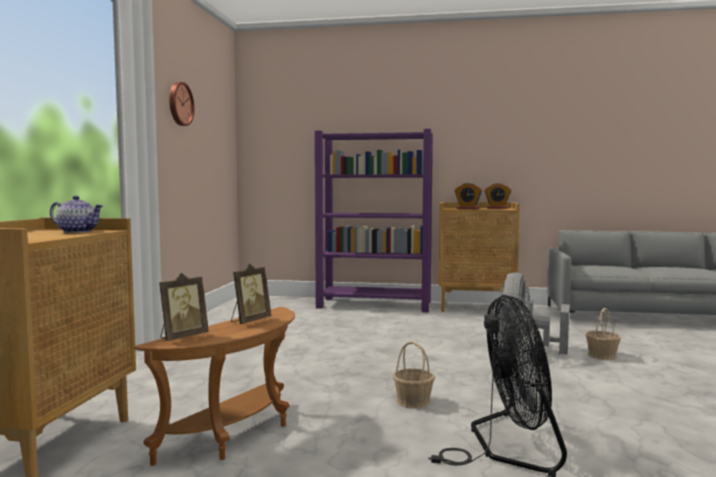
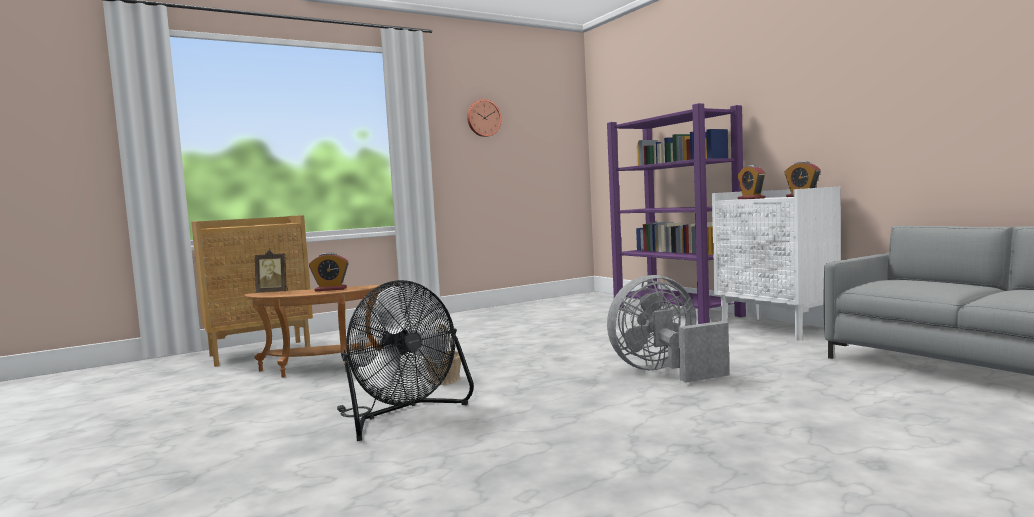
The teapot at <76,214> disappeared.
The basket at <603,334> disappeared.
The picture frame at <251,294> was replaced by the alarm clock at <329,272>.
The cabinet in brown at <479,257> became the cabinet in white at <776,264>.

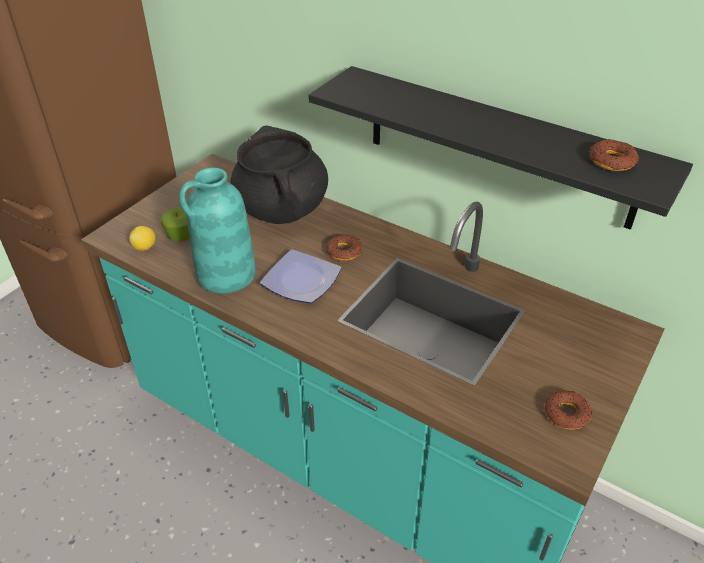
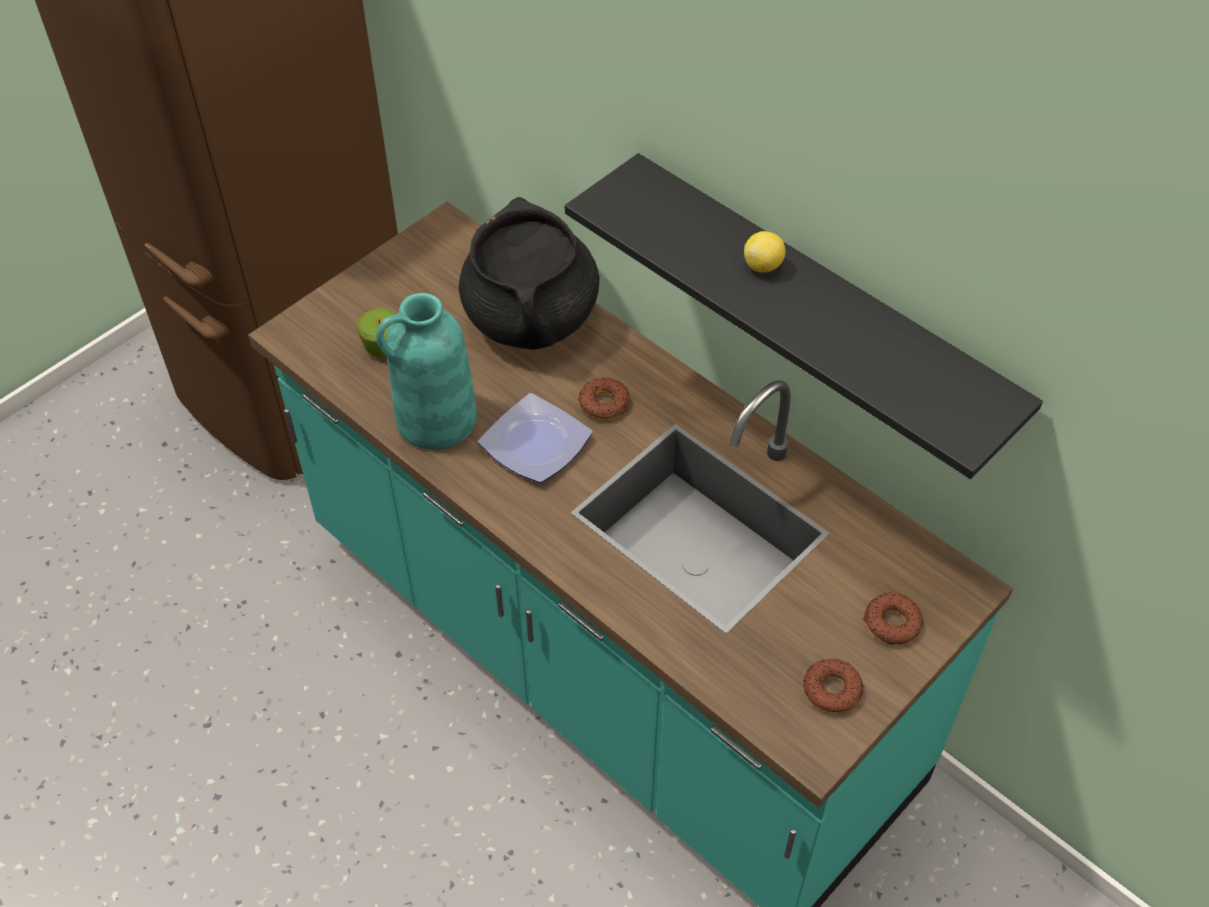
The lemon moved from <142,238> to <765,252>.
The donut moved from <614,155> to <893,618>.

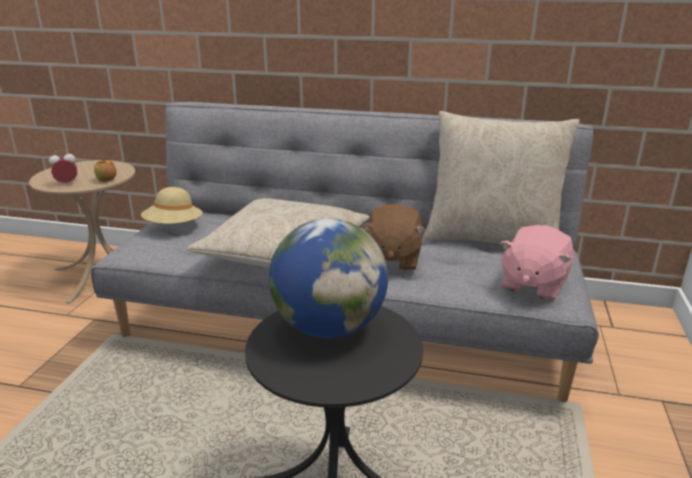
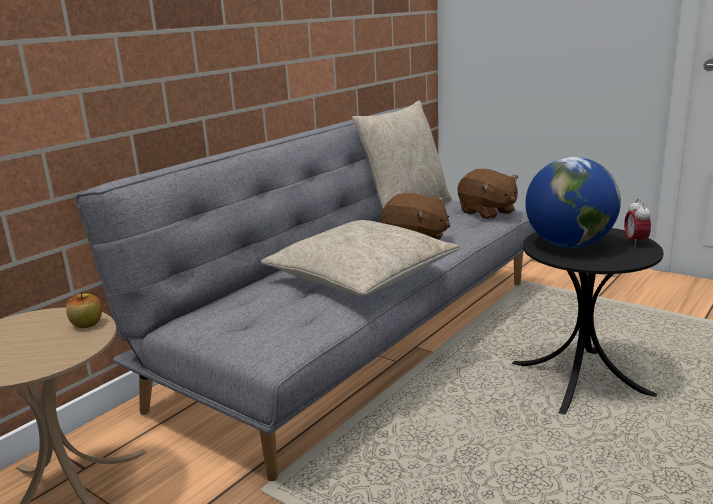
The hat in beige at <172,205> disappeared.
The alarm clock moved from <63,167> to <637,223>.
The plush toy in pink at <537,263> became the plush toy in brown at <487,194>.

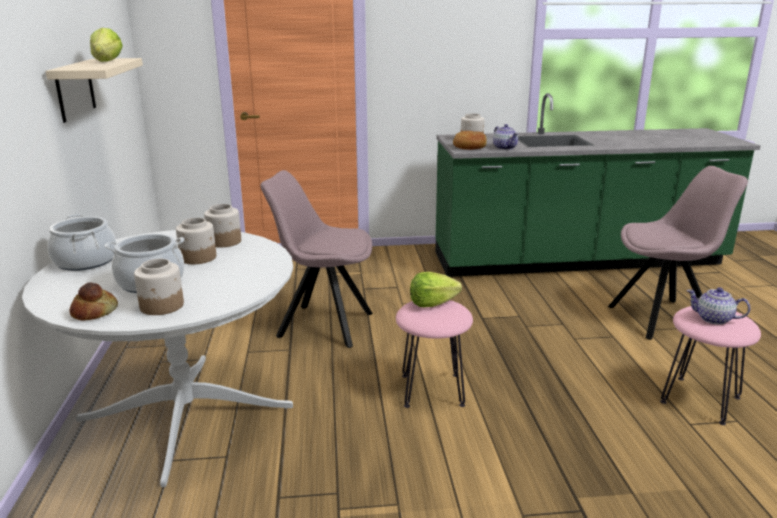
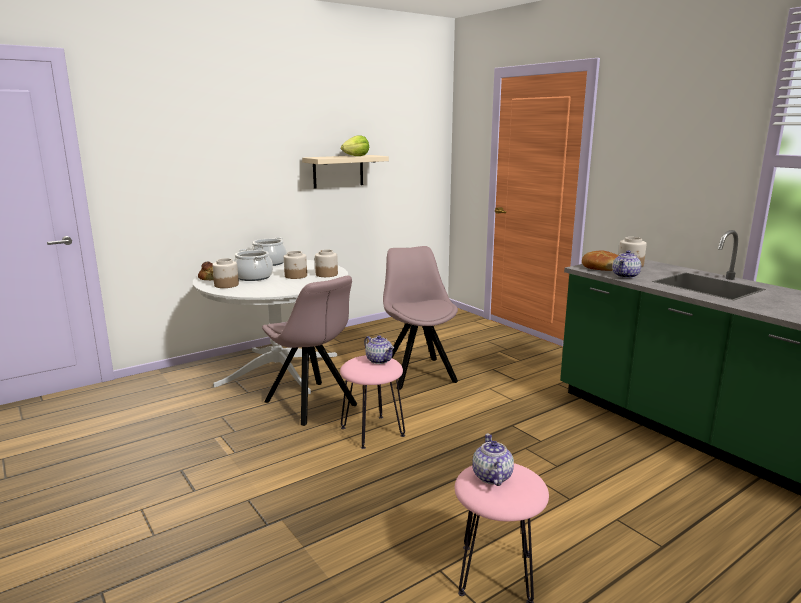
The chair in pink moved from <678,253> to <309,351>.
The lettuce at <436,289> was replaced by the teapot at <379,349>.

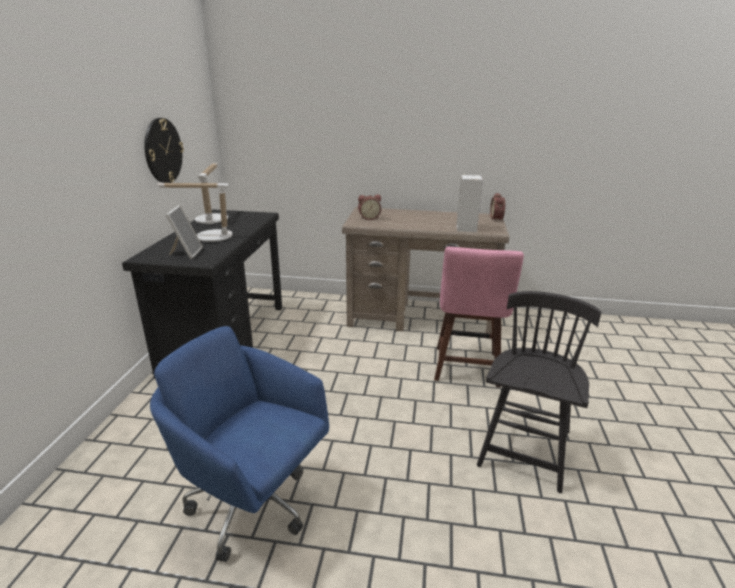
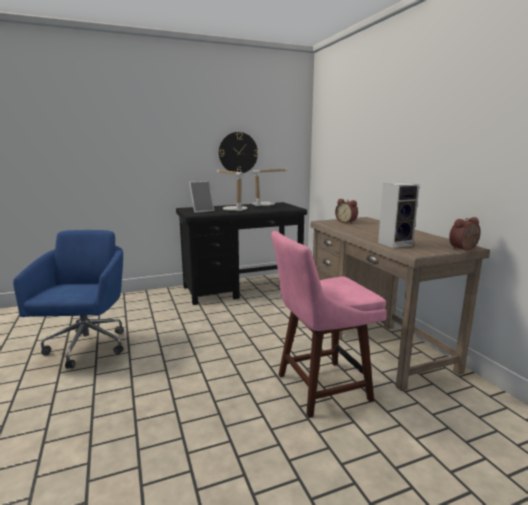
The chair in black at <539,392> disappeared.

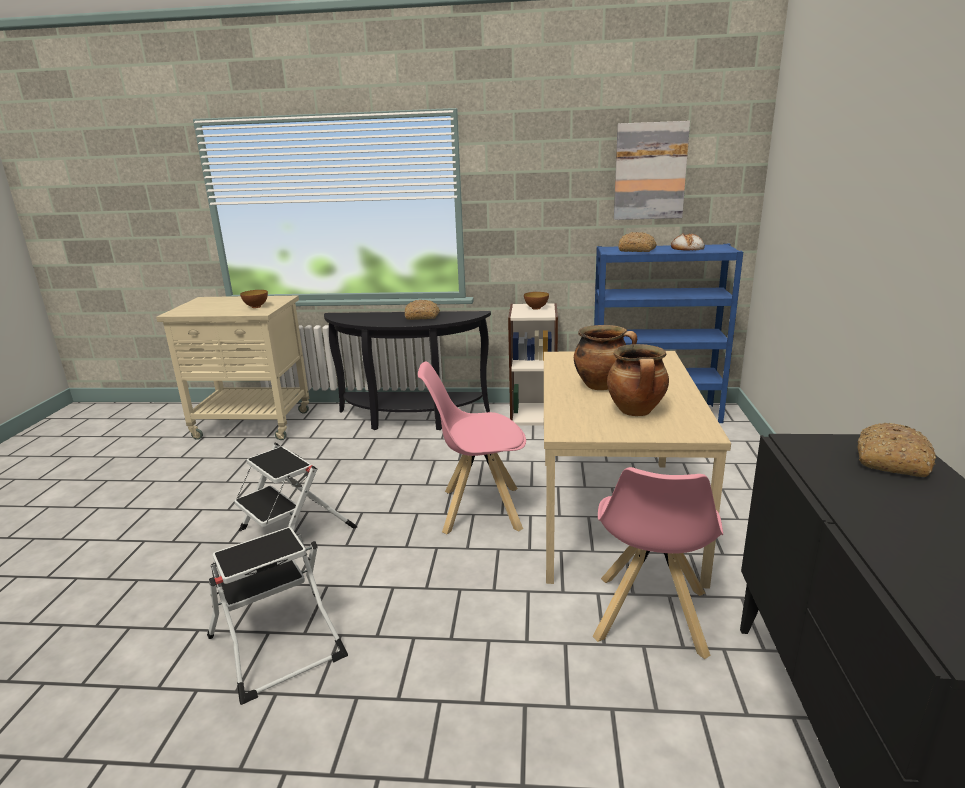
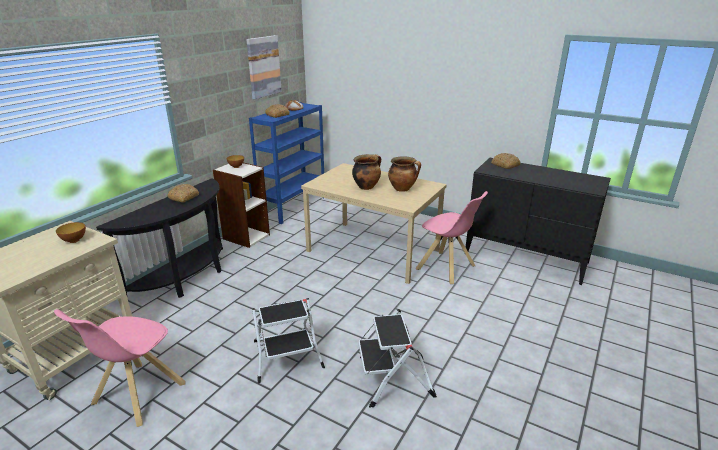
The chair in pink moved from <472,448> to <120,368>.

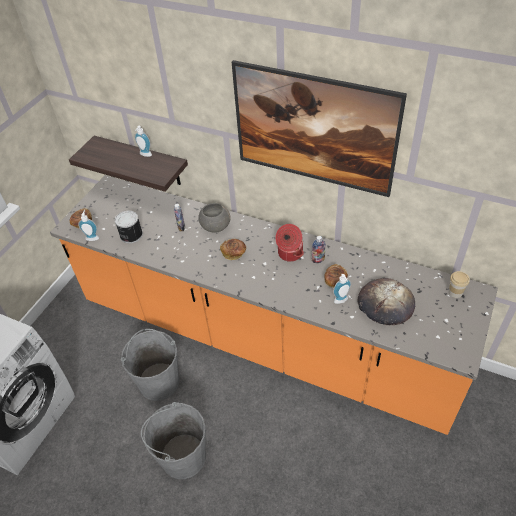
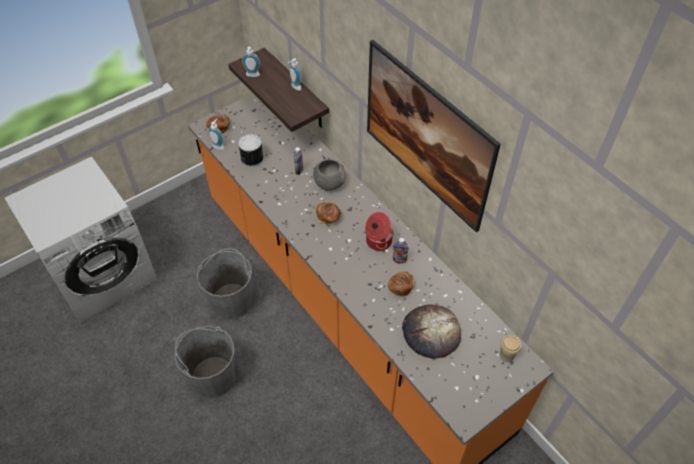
The soap dispenser moved from <342,289> to <251,62>.

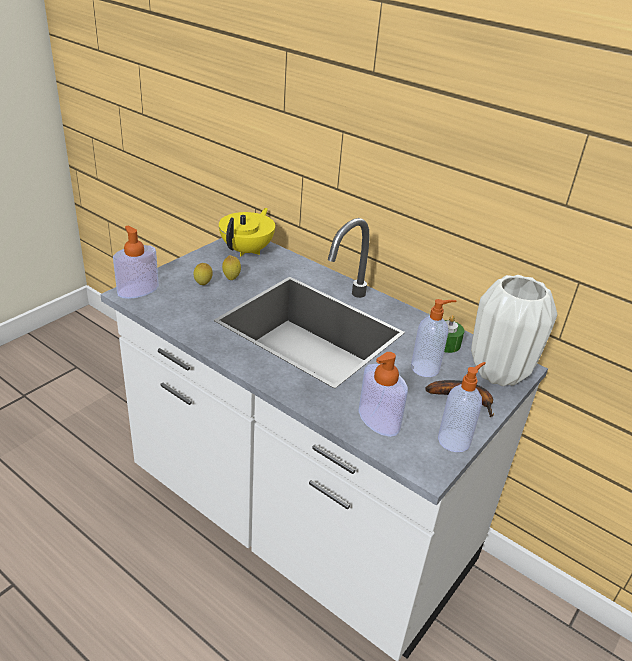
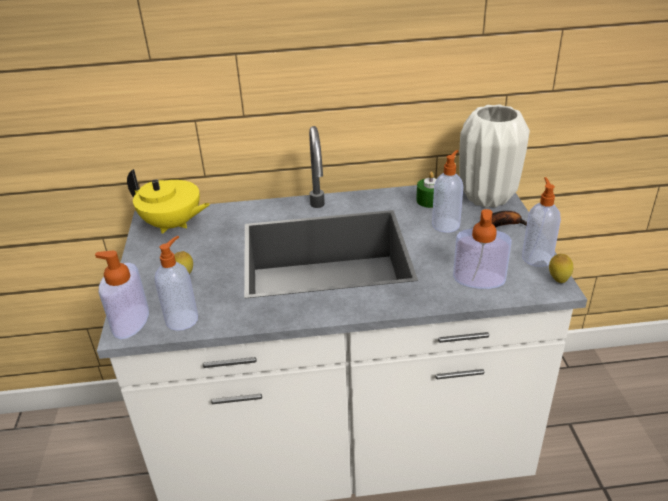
The soap dispenser at <176,283> appeared.
The lemon moved from <231,267> to <561,268>.
The teapot in yellow at <247,232> turned 135 degrees clockwise.

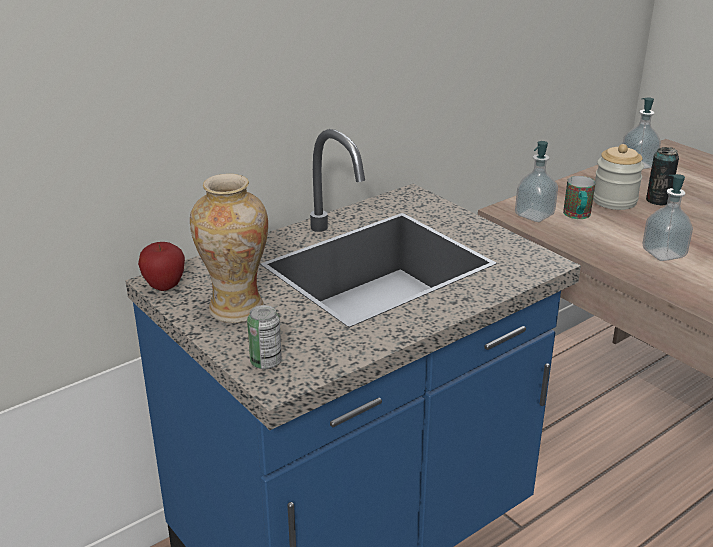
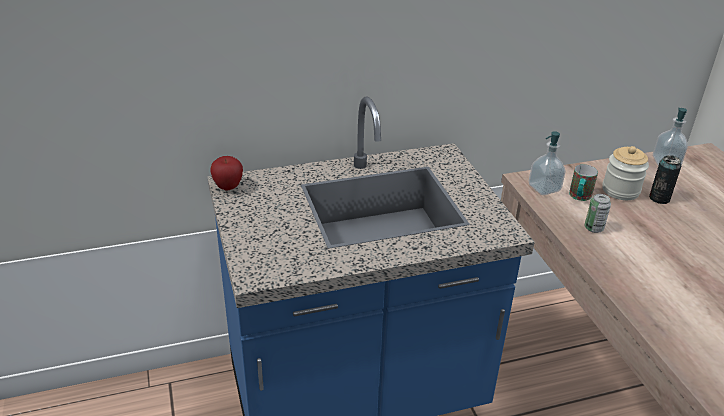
The vase at <229,248> disappeared.
The soap dispenser at <668,217> disappeared.
The can moved from <264,337> to <598,213>.

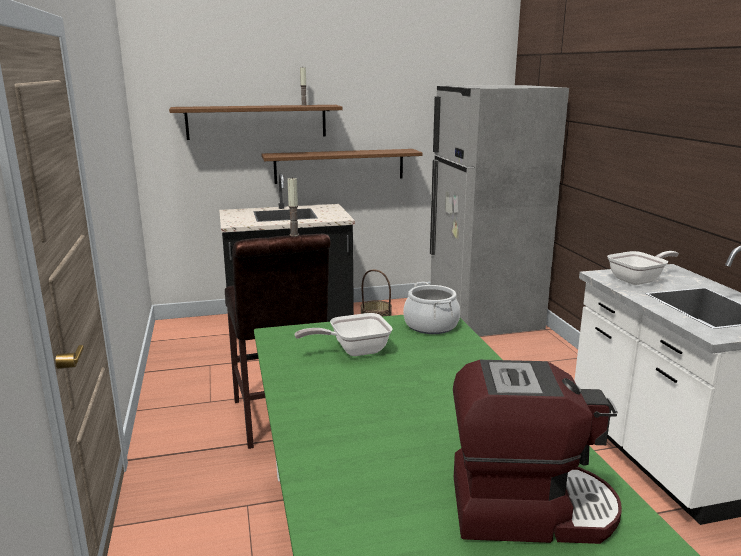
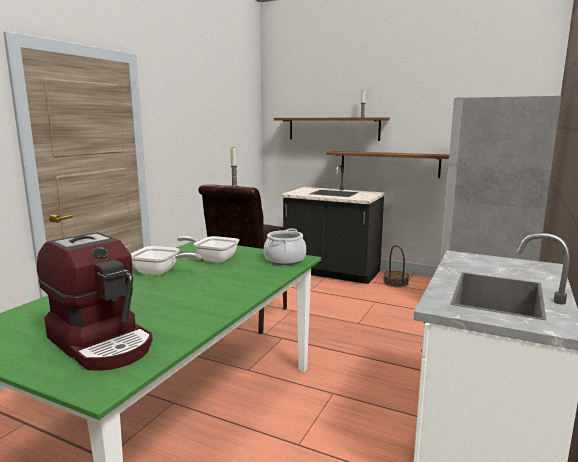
The frying pan moved from <643,268> to <166,260>.

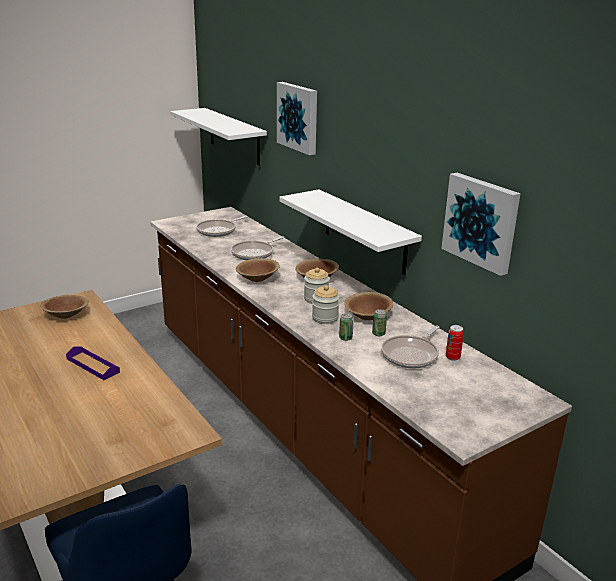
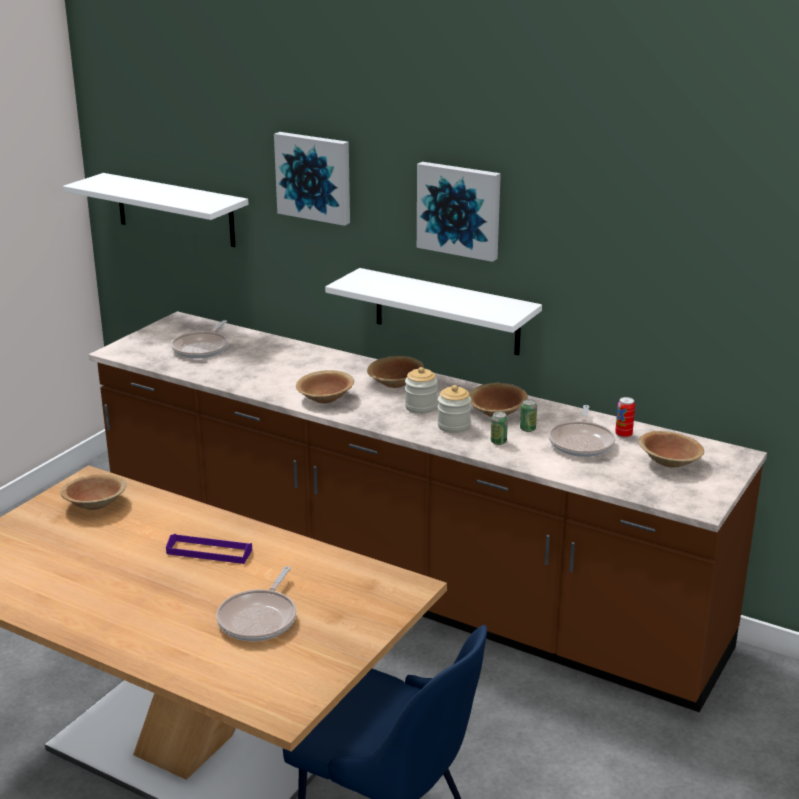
The bowl in brown at <671,449> appeared.
The frying pan moved from <258,248> to <256,603>.
The picture moved from <481,224> to <459,212>.

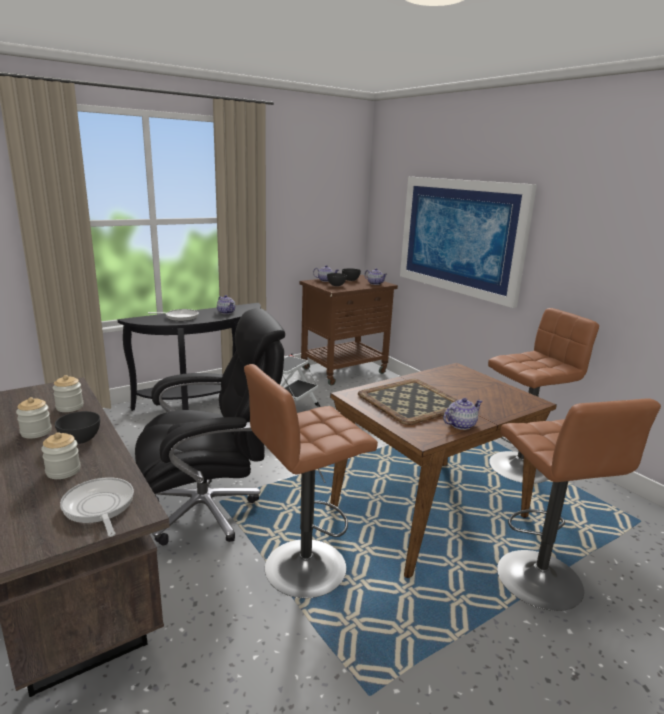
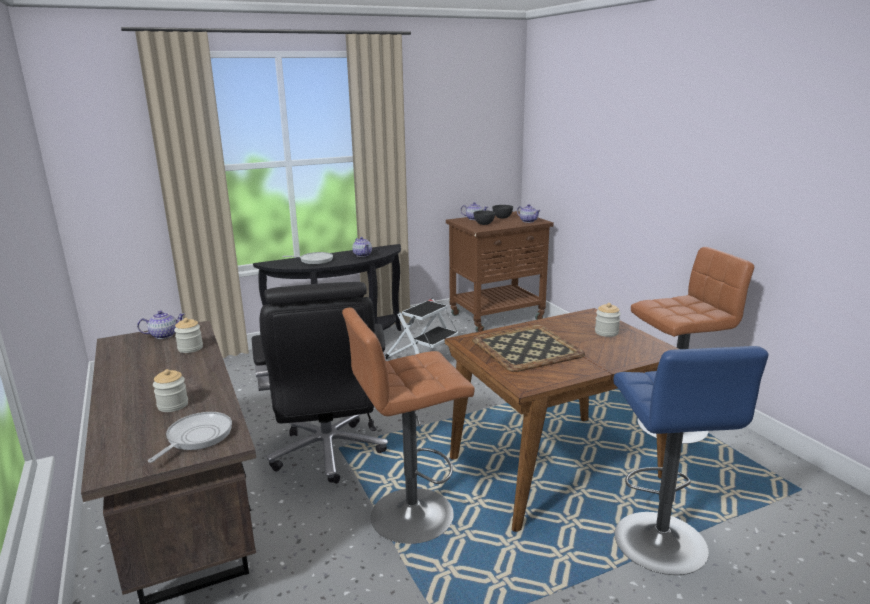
The bowl in grey at <77,427> disappeared.
The picture at <468,242> disappeared.
The jar moved from <34,418> to <608,320>.
The teapot moved from <462,414> to <161,325>.
The stool in brown at <579,504> became the stool in blue at <690,460>.
The frying pan at <97,507> turned 45 degrees clockwise.
The office chair in black at <210,426> turned 90 degrees clockwise.

